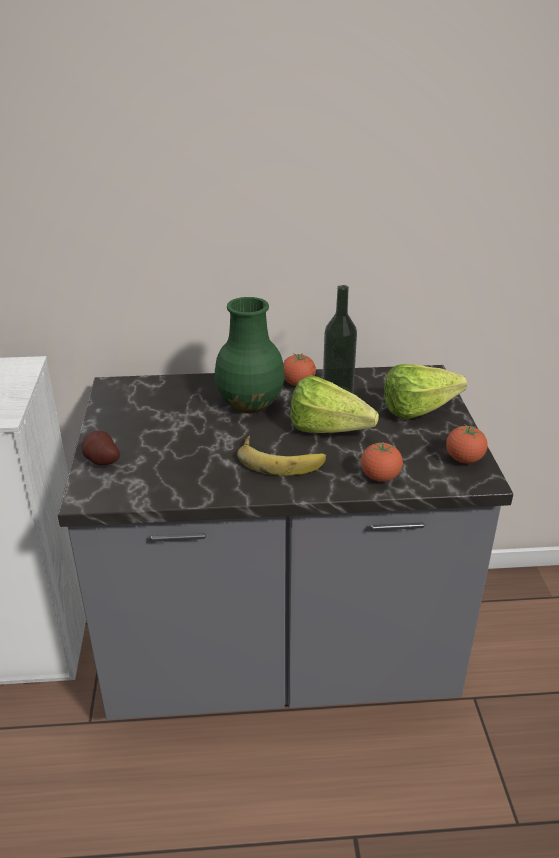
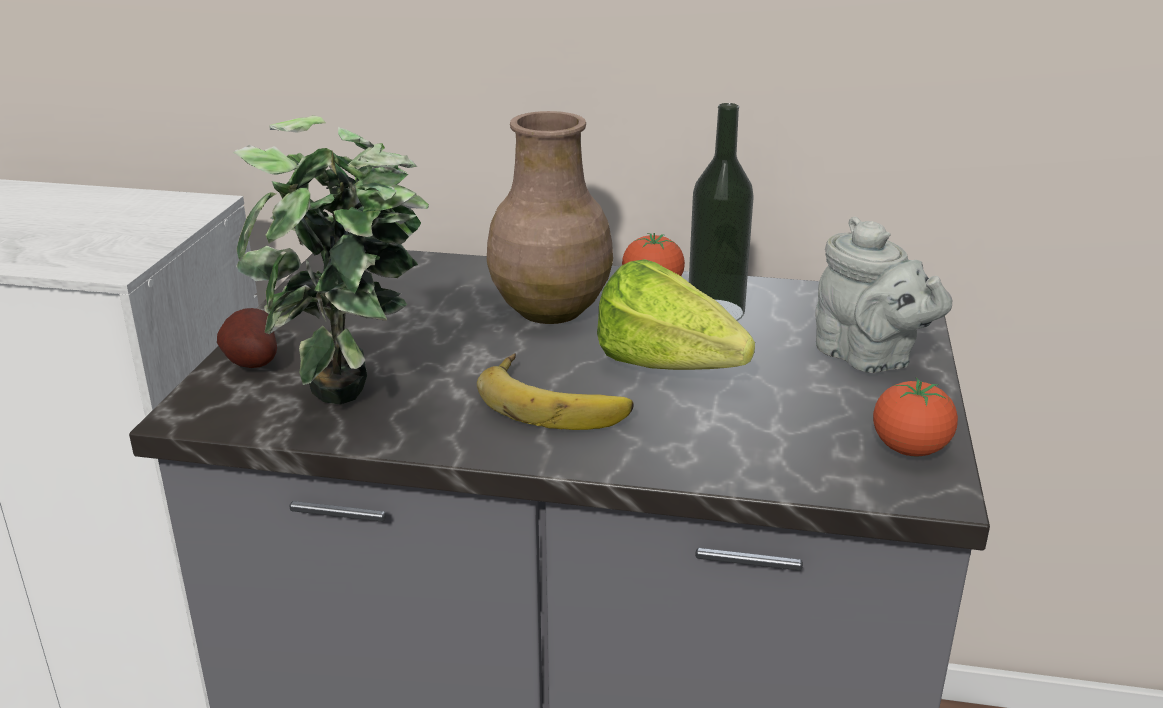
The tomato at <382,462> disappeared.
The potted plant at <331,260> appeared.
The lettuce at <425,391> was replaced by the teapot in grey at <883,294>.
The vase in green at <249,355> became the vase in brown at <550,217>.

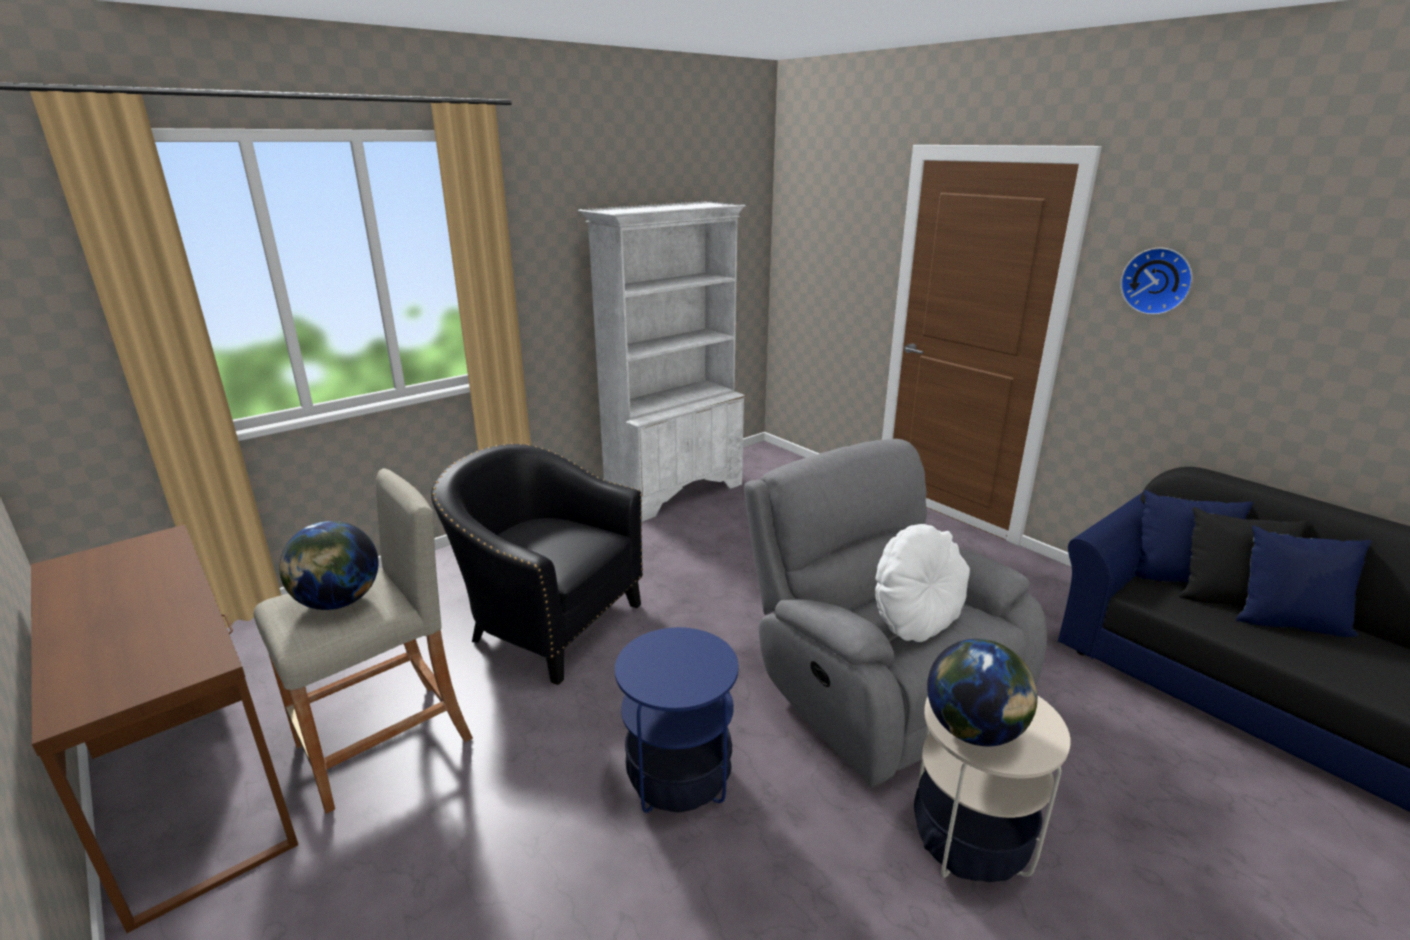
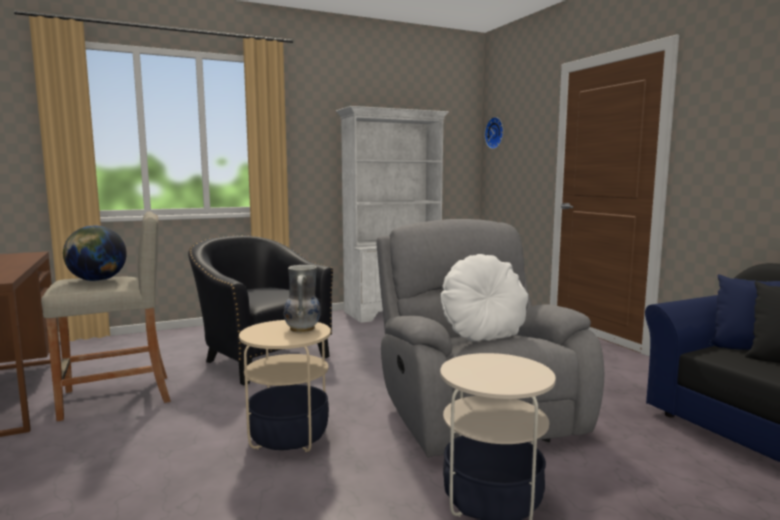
The globe at <982,692> disappeared.
The vase at <302,298> appeared.
The wall clock moved from <1156,281> to <494,133>.
The side table in blue at <676,720> became the side table in beige at <285,386>.

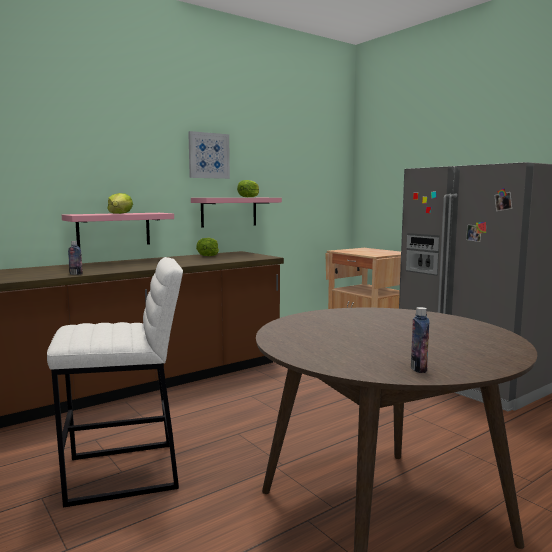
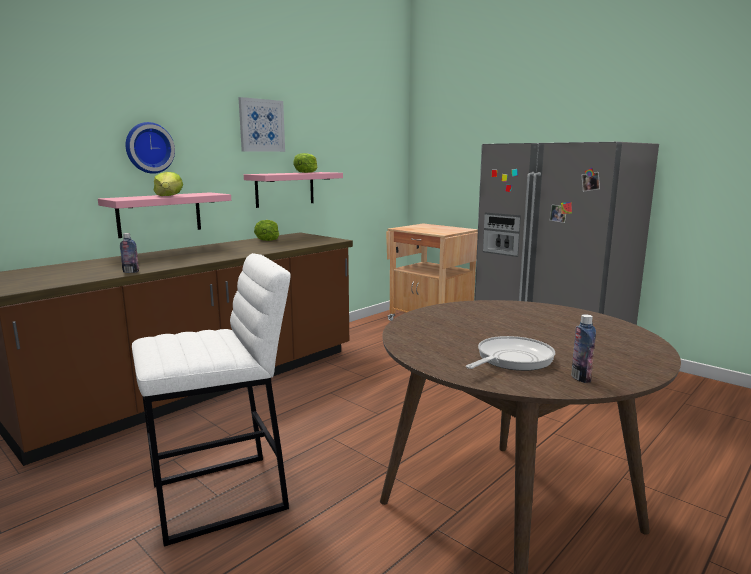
The wall clock at <150,148> appeared.
The frying pan at <510,353> appeared.

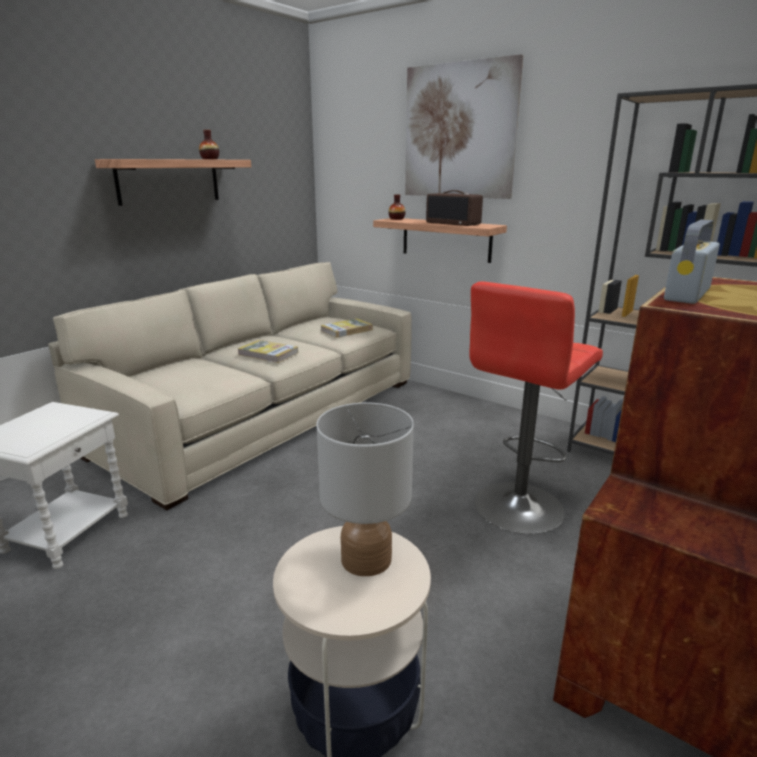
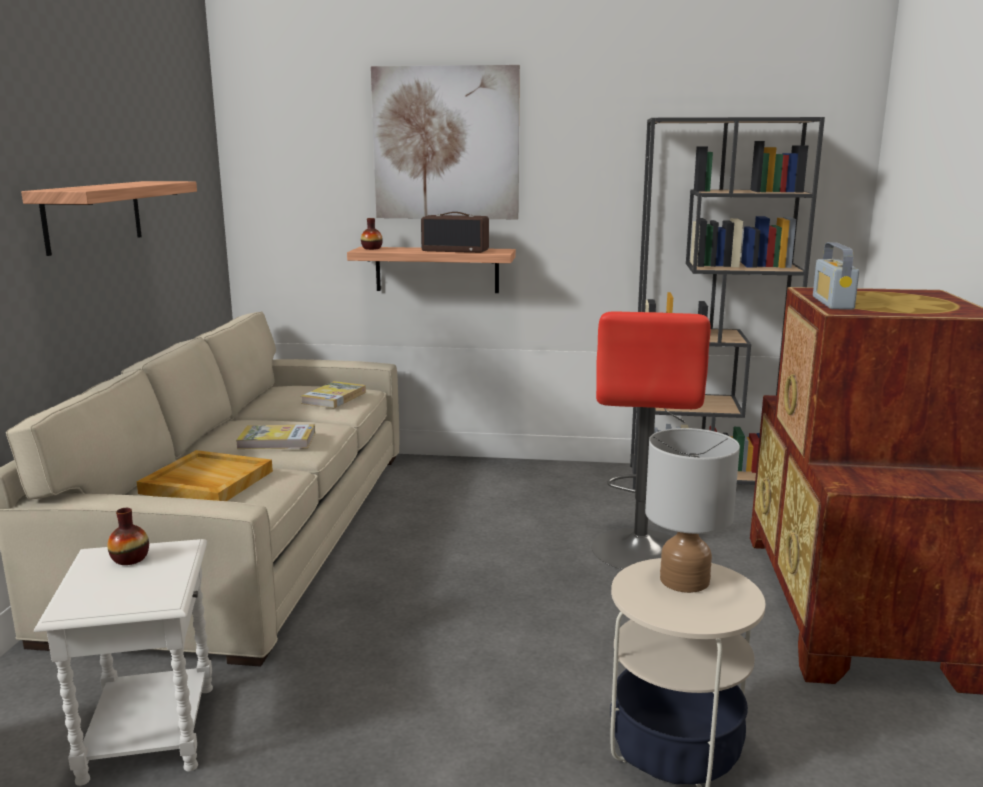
The tray in beige at <205,475> appeared.
The vase moved from <209,144> to <128,536>.

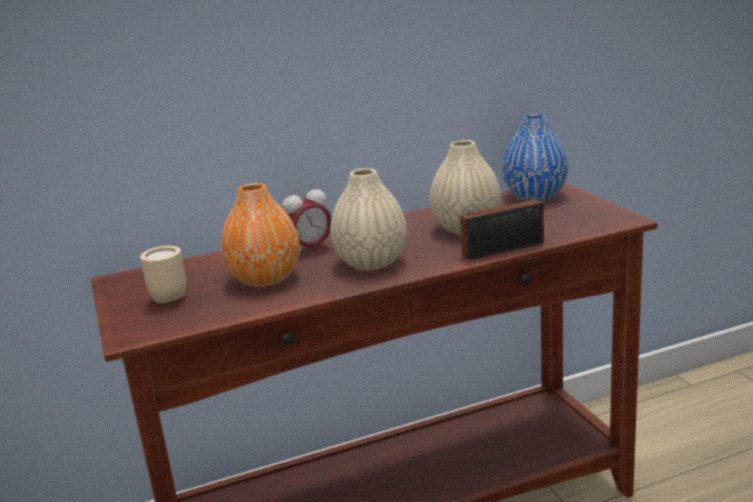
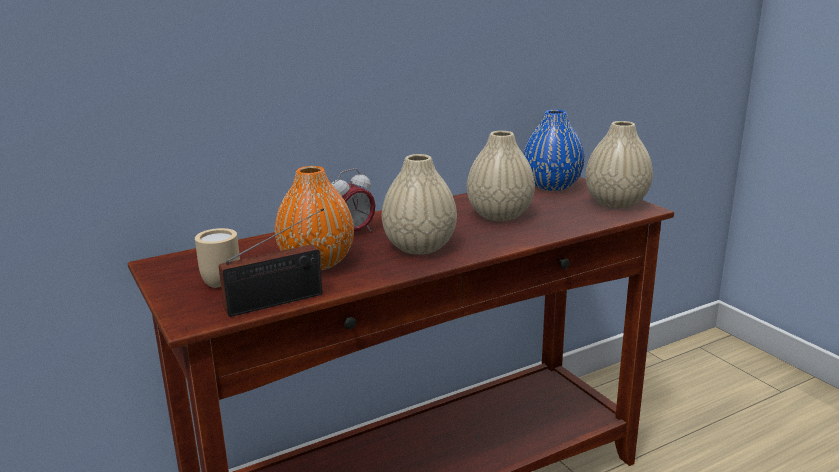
The vase in beige at <619,164> appeared.
The radio moved from <504,213> to <271,263>.

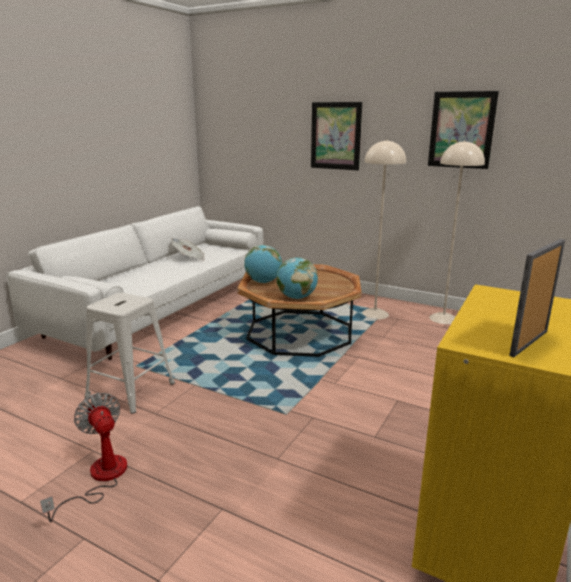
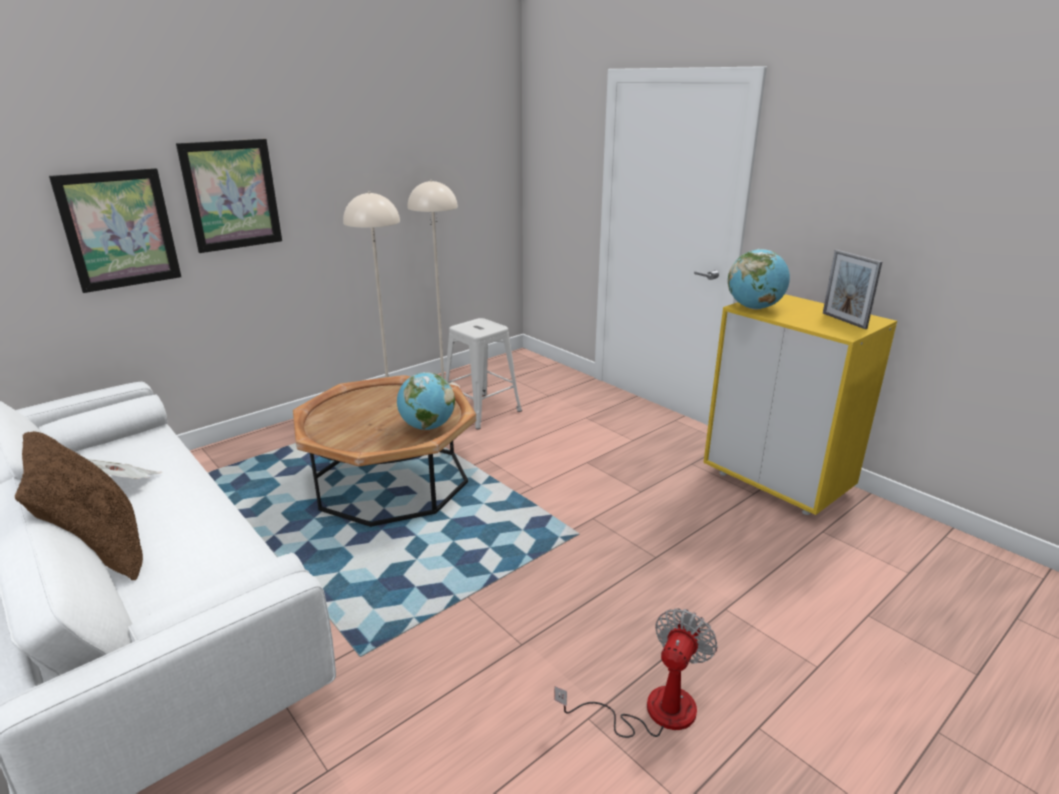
The pillow in brown at <78,505> appeared.
The stool in white moved from <130,353> to <483,373>.
The globe moved from <263,264> to <759,279>.
The picture moved from <463,130> to <115,230>.
The fan at <83,457> turned 135 degrees clockwise.

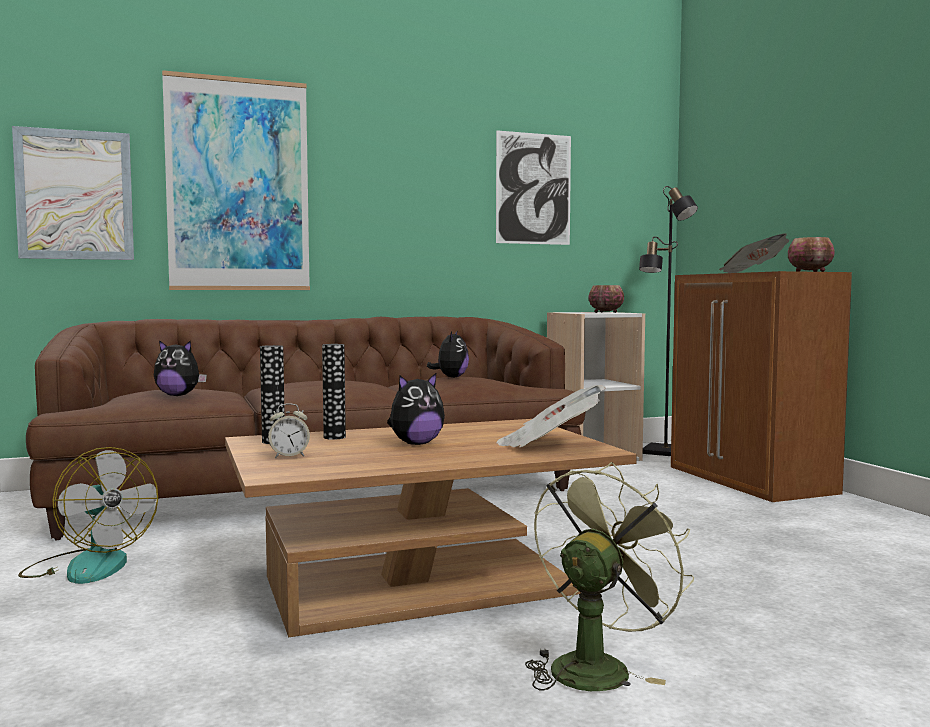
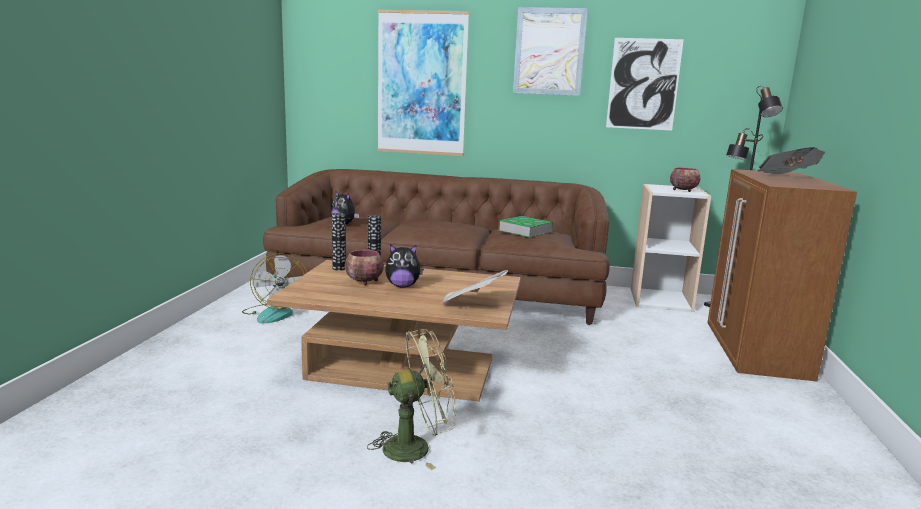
The alarm clock at <289,430> disappeared.
The picture moved from <73,193> to <550,51>.
The bowl moved from <811,254> to <364,267>.
The plush toy at <448,354> was replaced by the book at <526,227>.

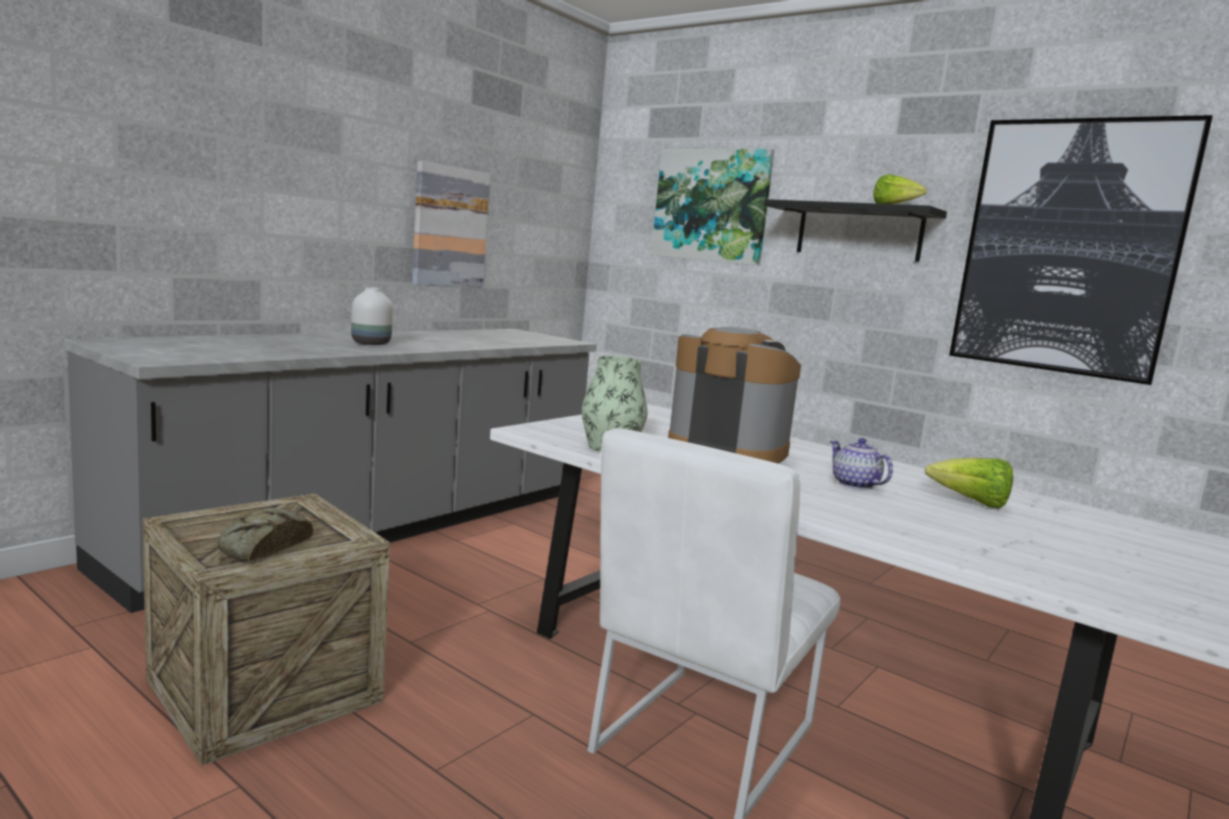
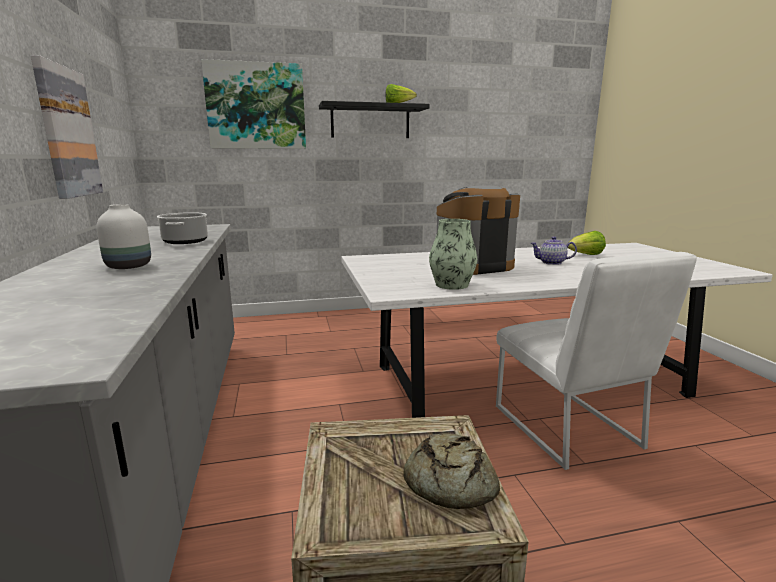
The picture at <1081,250> disappeared.
The cooking pot at <182,228> appeared.

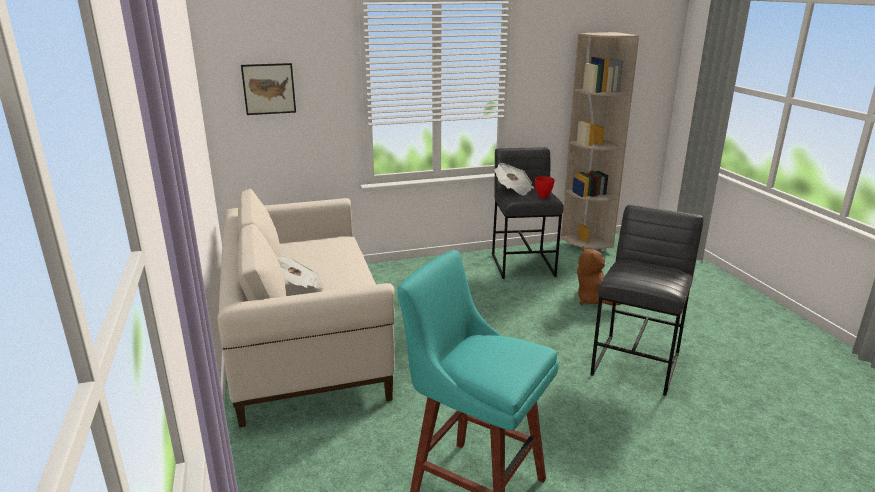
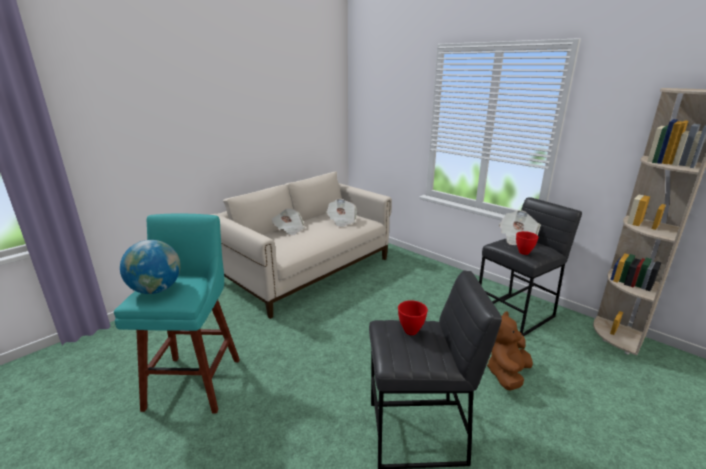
The picture at <268,89> disappeared.
The globe at <150,267> appeared.
The newspaper at <341,213> appeared.
The bowl in red at <413,317> appeared.

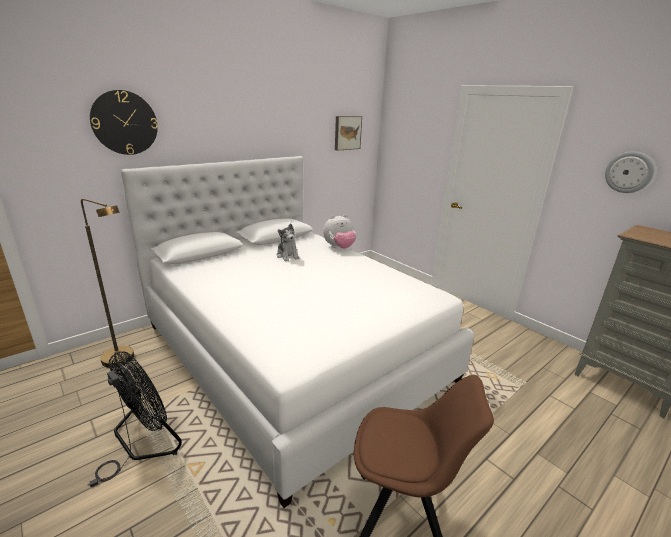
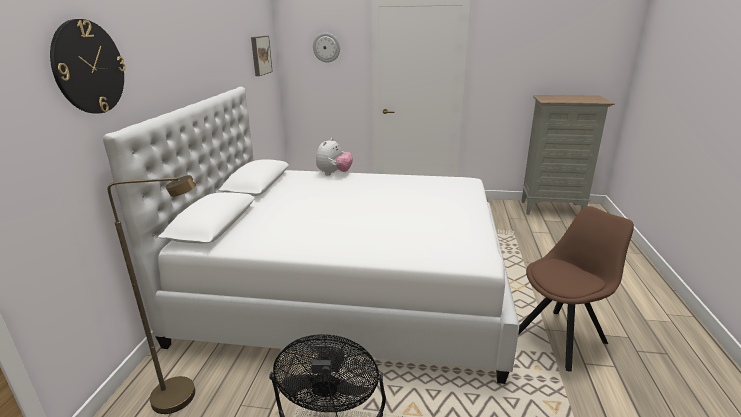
The plush toy at <288,242> disappeared.
The wall clock moved from <629,172> to <326,48>.

